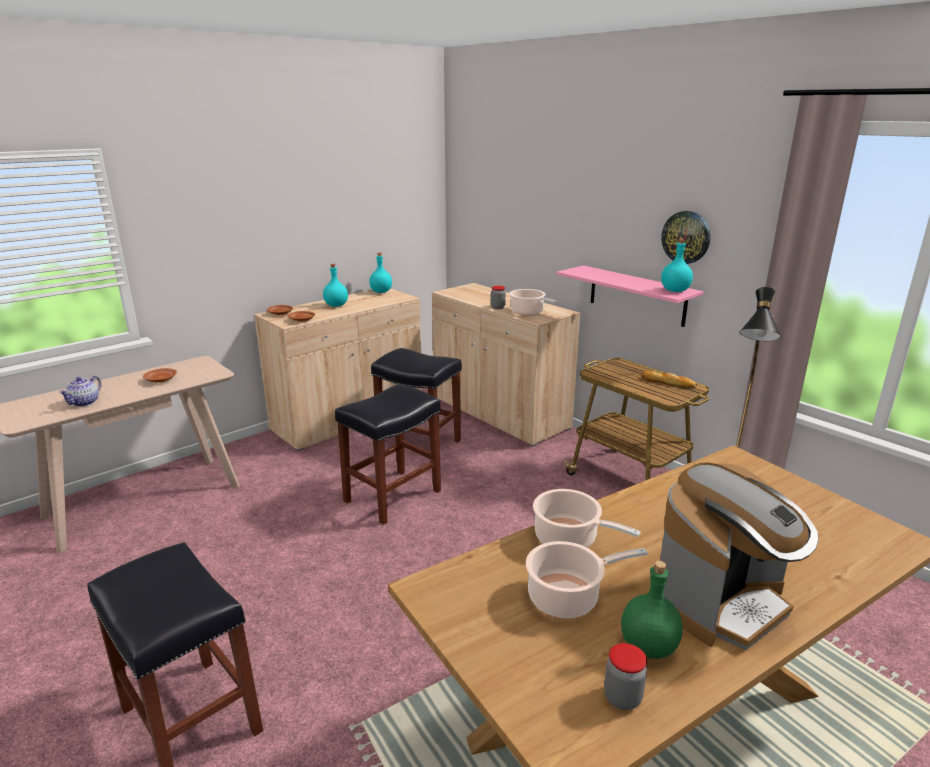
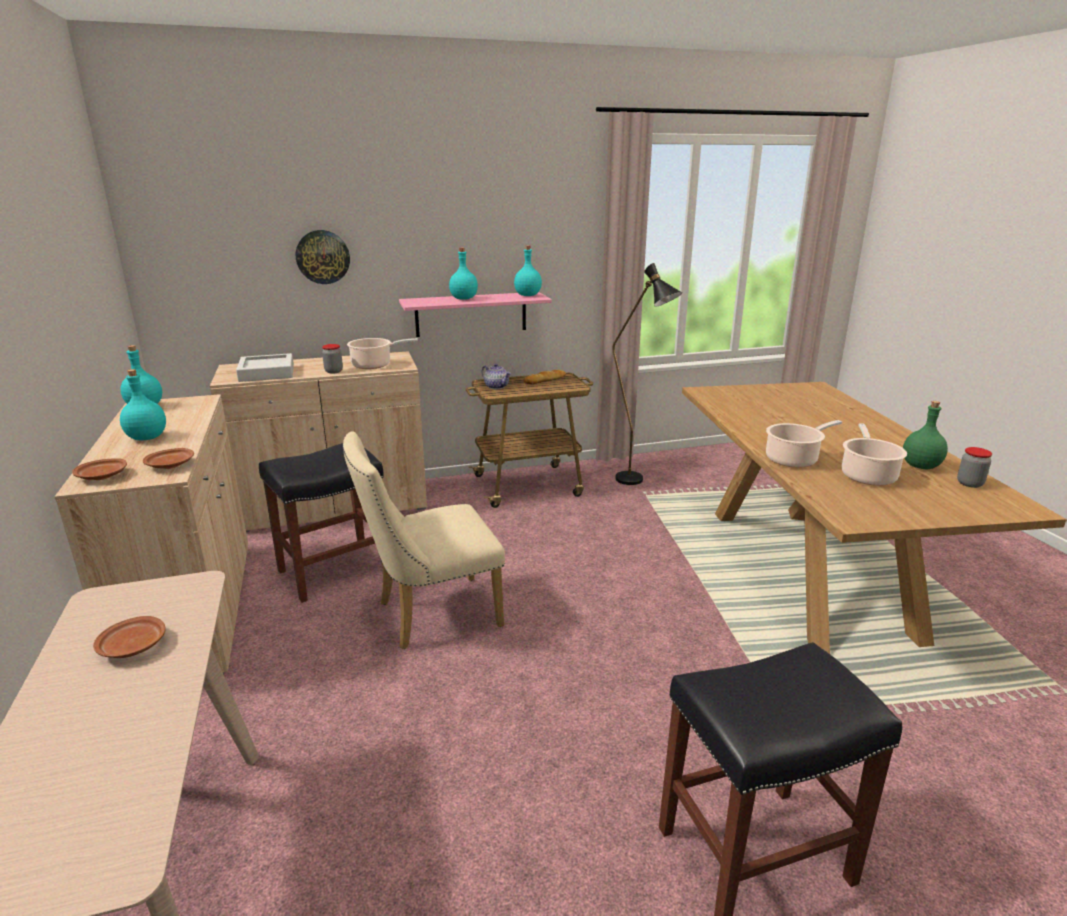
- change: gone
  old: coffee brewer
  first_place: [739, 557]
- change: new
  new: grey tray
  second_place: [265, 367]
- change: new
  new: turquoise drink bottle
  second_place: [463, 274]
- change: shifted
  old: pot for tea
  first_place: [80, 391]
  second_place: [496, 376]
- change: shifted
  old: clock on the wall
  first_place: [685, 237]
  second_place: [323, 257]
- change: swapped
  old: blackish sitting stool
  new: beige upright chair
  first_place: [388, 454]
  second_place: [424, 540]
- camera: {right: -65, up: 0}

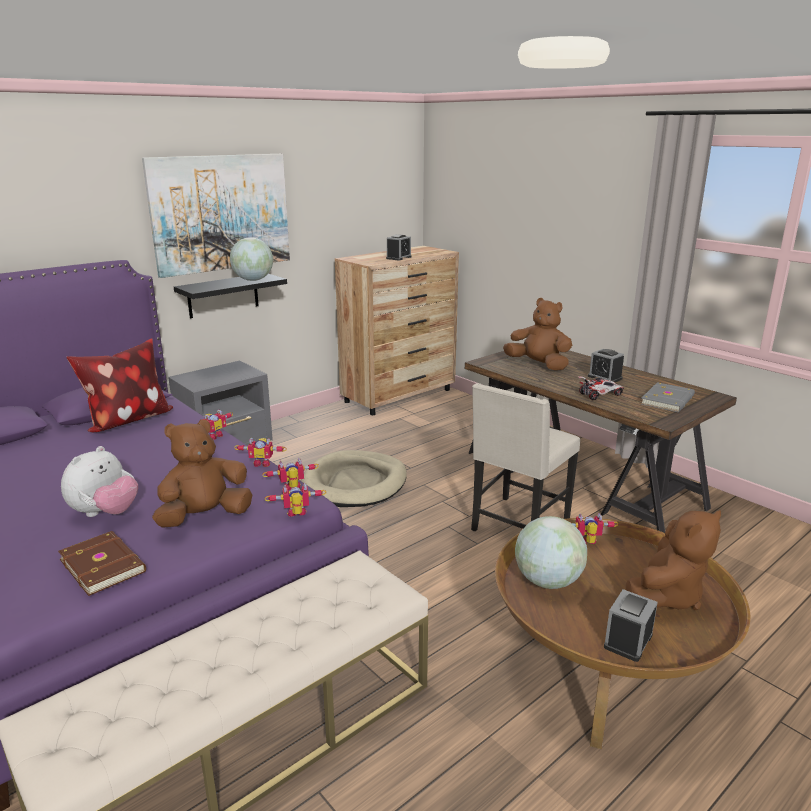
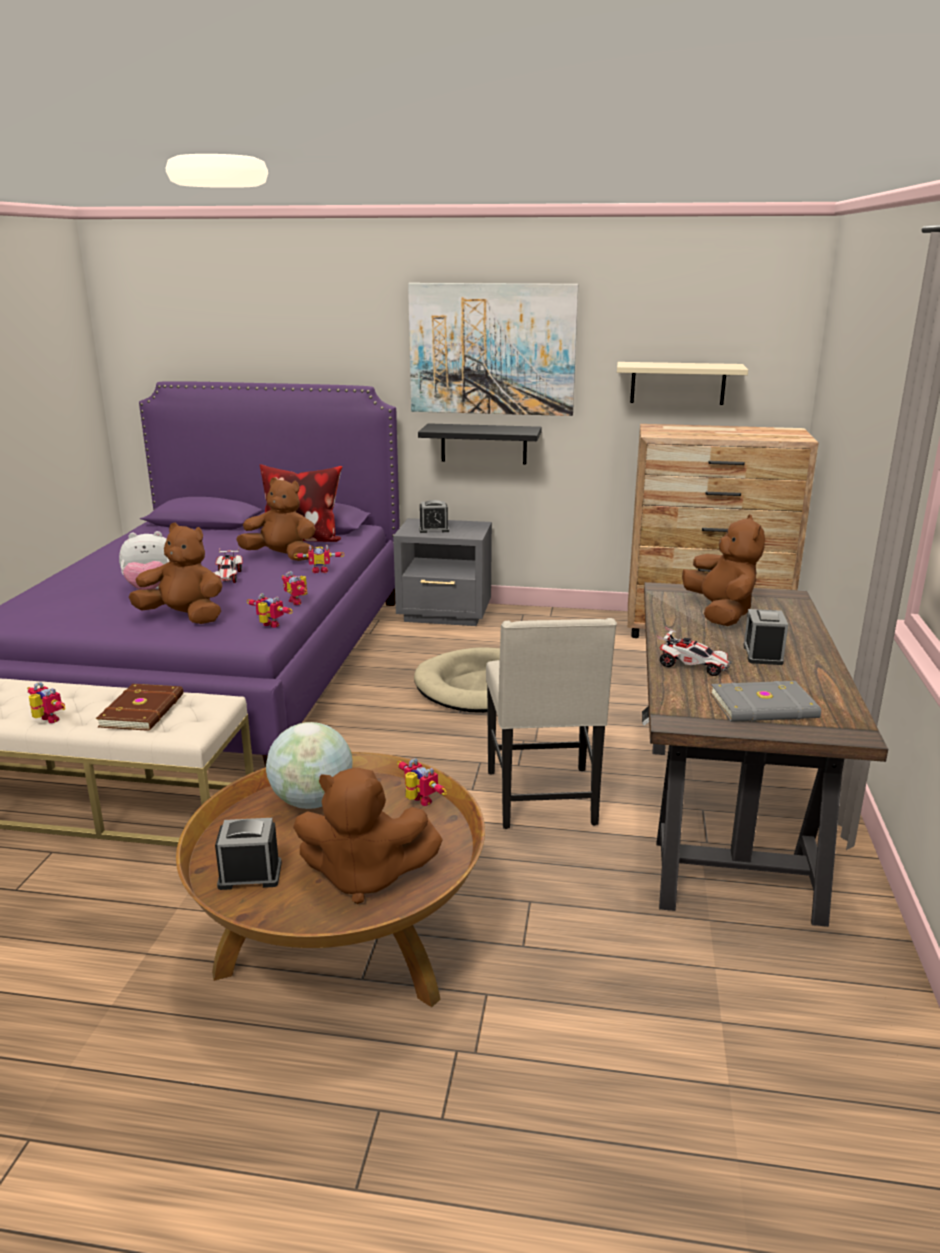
- change: gone
  old: world globe
  first_place: [251, 259]
- change: new
  new: toy car
  second_place: [228, 565]
- change: new
  new: brownish cuddly toy
  second_place: [276, 519]
- change: new
  new: beige wall shelf
  second_place: [682, 383]
- change: shifted
  old: brownish volume
  first_place: [102, 563]
  second_place: [139, 707]
- change: shifted
  old: toy robot
  first_place: [295, 500]
  second_place: [46, 702]
- change: shifted
  old: bedside clock
  first_place: [399, 247]
  second_place: [434, 516]
- change: rotated
  old: beige upright chair
  first_place: [525, 457]
  second_place: [551, 723]
  degrees: -90
- camera: {right: 50, up: 0}

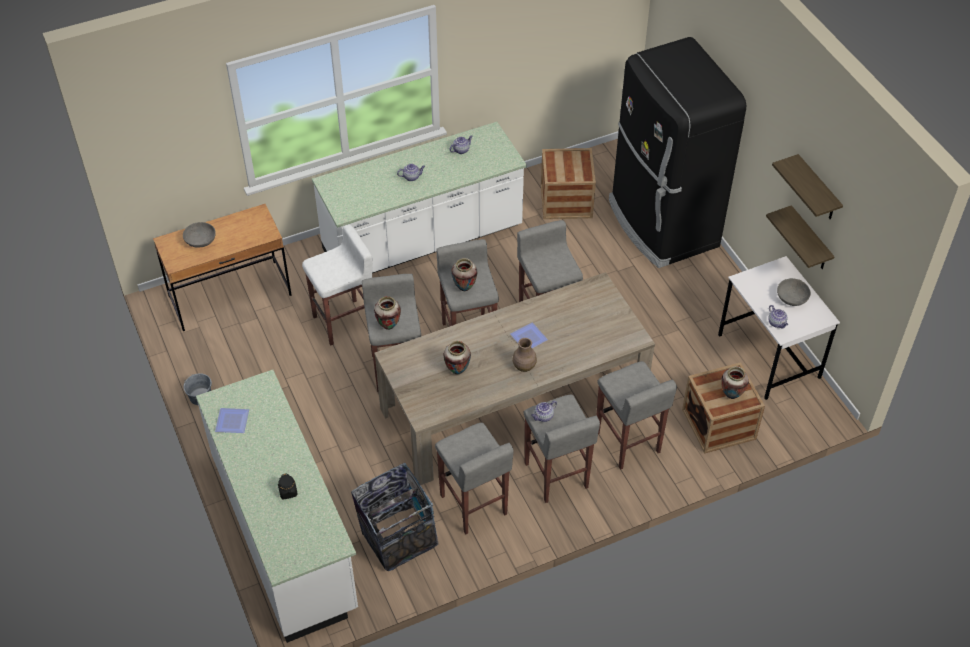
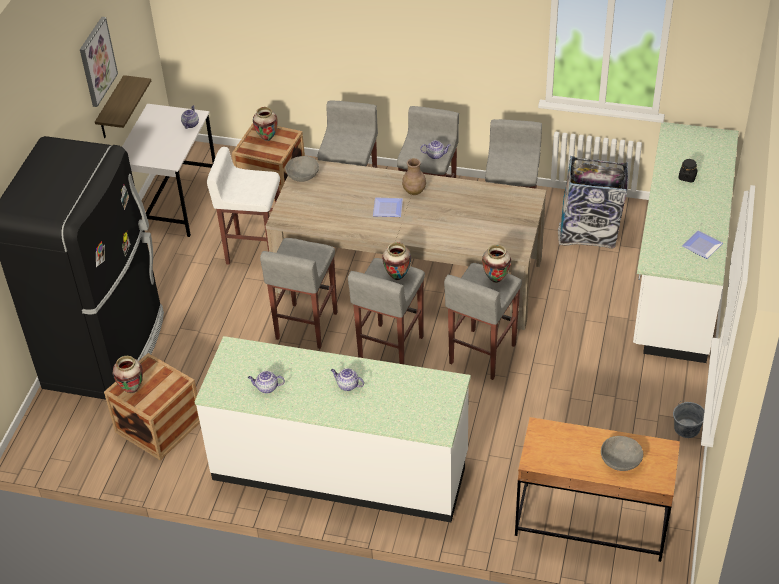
- change: shifted
  old: whitish sitting stool
  first_place: [337, 285]
  second_place: [243, 206]
- change: shifted
  old: flower vase
  first_place: [457, 357]
  second_place: [128, 374]
- change: shifted
  old: grey bowl
  first_place: [794, 292]
  second_place: [302, 169]
- change: swapped
  old: wall shelf
  new: wall art
  first_place: [807, 186]
  second_place: [99, 62]
- camera: {right: -140, up: -5}

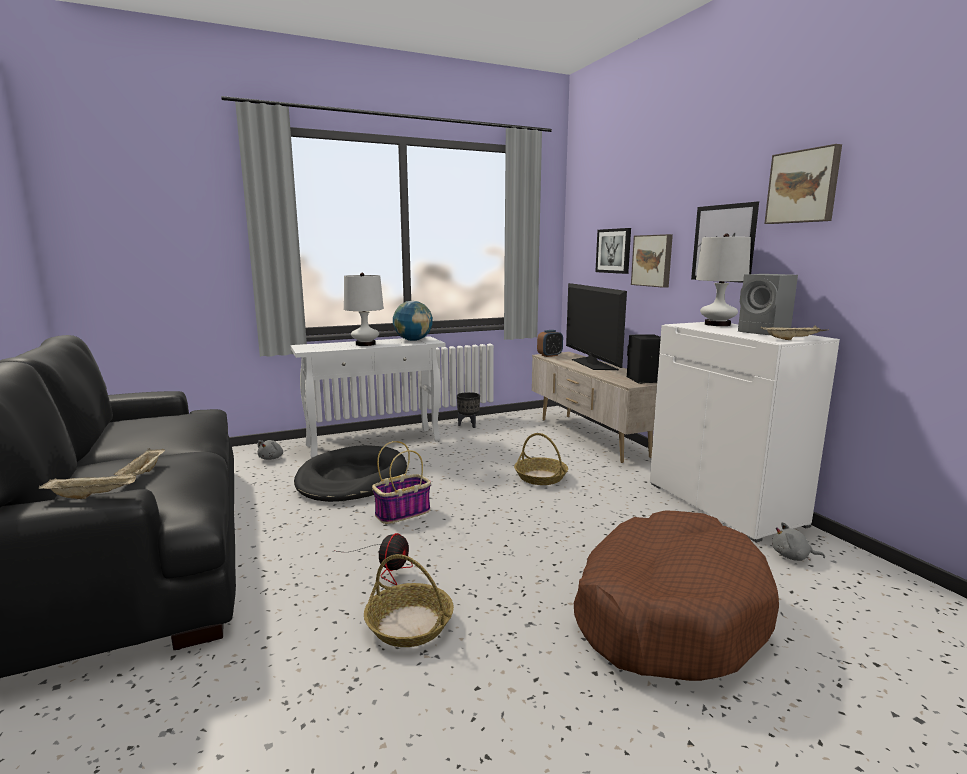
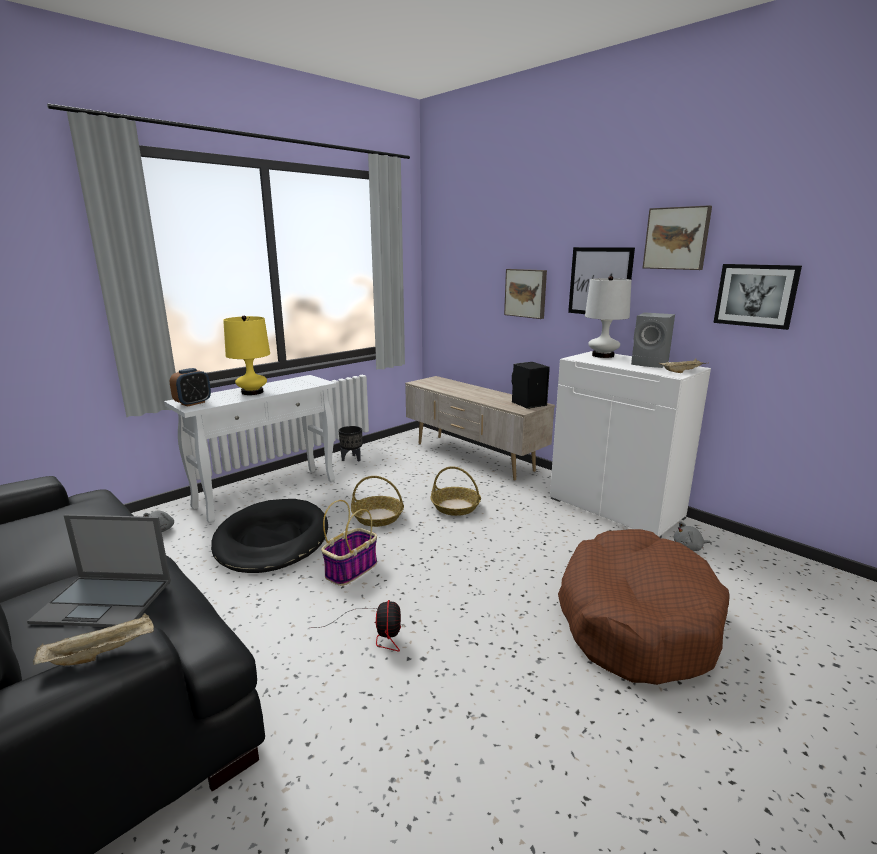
- change: gone
  old: world globe
  first_place: [413, 321]
- change: gone
  old: television
  first_place: [596, 326]
- change: shifted
  old: basket
  first_place: [409, 600]
  second_place: [377, 501]
- change: shifted
  old: bedside clock
  first_place: [550, 343]
  second_place: [190, 387]
- change: shifted
  old: wall art
  first_place: [613, 251]
  second_place: [757, 297]
- change: swapped
  old: beige tray
  new: laptop
  first_place: [139, 462]
  second_place: [99, 570]
- change: repainted
  old: whitish lamp for a table
  new: yellow lamp for a table
  first_place: [364, 309]
  second_place: [246, 355]
- camera: {right: -20, up: 5}

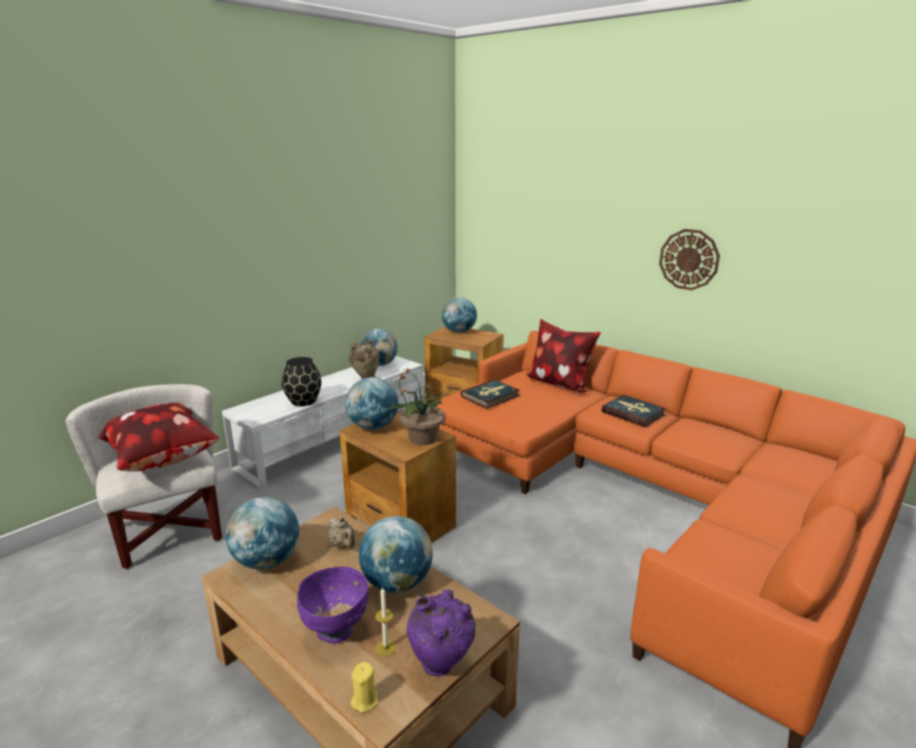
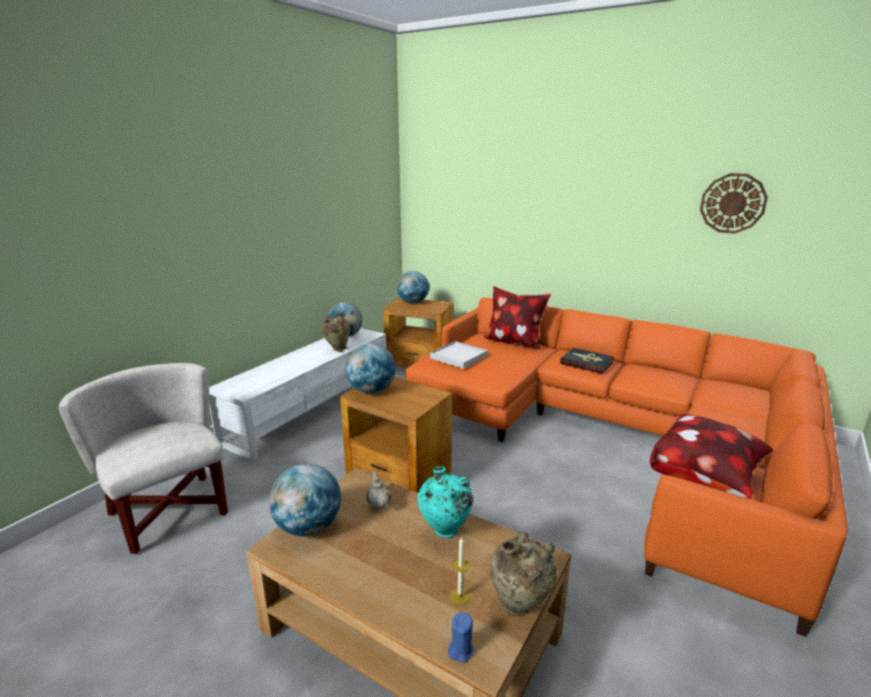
- change: gone
  old: blackish flower vase
  first_place: [301, 381]
- change: gone
  old: purplish bowl
  first_place: [332, 605]
- change: gone
  old: plant in a pot
  first_place: [419, 406]
- change: shifted
  old: throw pillow
  first_place: [158, 437]
  second_place: [712, 456]
- change: shifted
  old: clock on the wall
  first_place: [689, 259]
  second_place: [734, 203]
- change: swapped
  old: world globe
  new: turquoise flower vase
  first_place: [396, 554]
  second_place: [445, 502]
- change: swapped
  old: volume
  new: whitish tray
  first_place: [490, 393]
  second_place: [459, 355]
- change: repainted
  old: yellow candle
  new: bluish candle
  first_place: [364, 687]
  second_place: [461, 637]
- change: repainted
  old: purplish flower vase
  new: beige flower vase
  first_place: [441, 632]
  second_place: [524, 573]
- change: rotated
  old: beige pot for tea
  first_place: [341, 532]
  second_place: [379, 489]
  degrees: -150
- camera: {right: -10, up: 0}

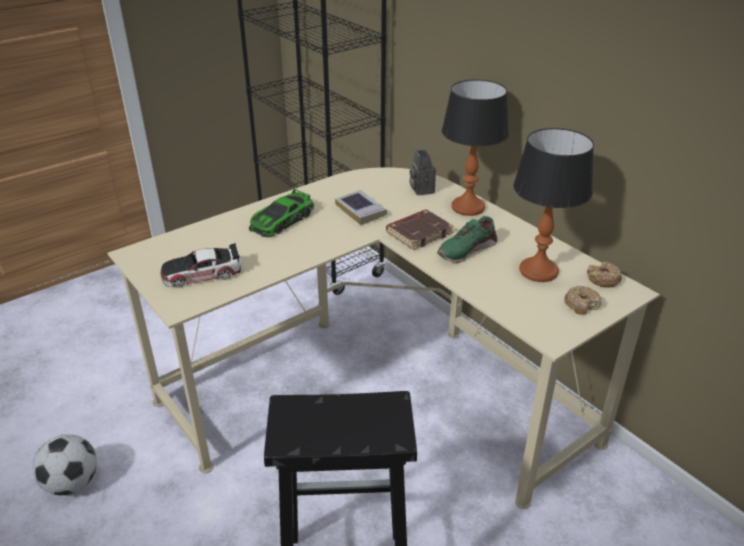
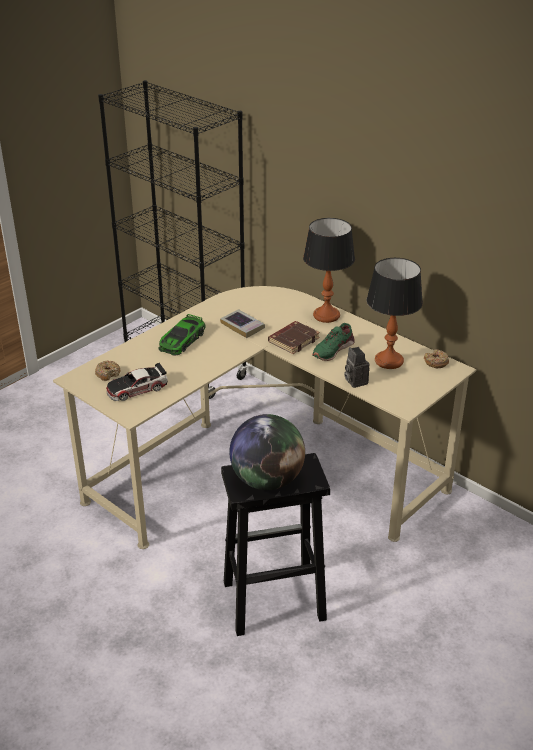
- change: gone
  old: football
  first_place: [65, 464]
- change: new
  new: world globe
  second_place: [267, 452]
- change: shifted
  old: still camera
  first_place: [422, 172]
  second_place: [356, 367]
- change: shifted
  old: ring doughnut
  first_place: [583, 300]
  second_place: [108, 370]
- camera: {right: -10, up: 0}

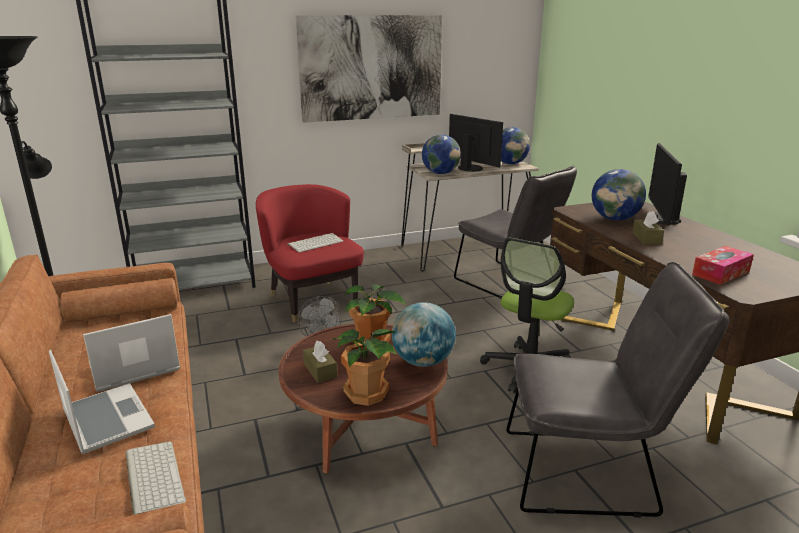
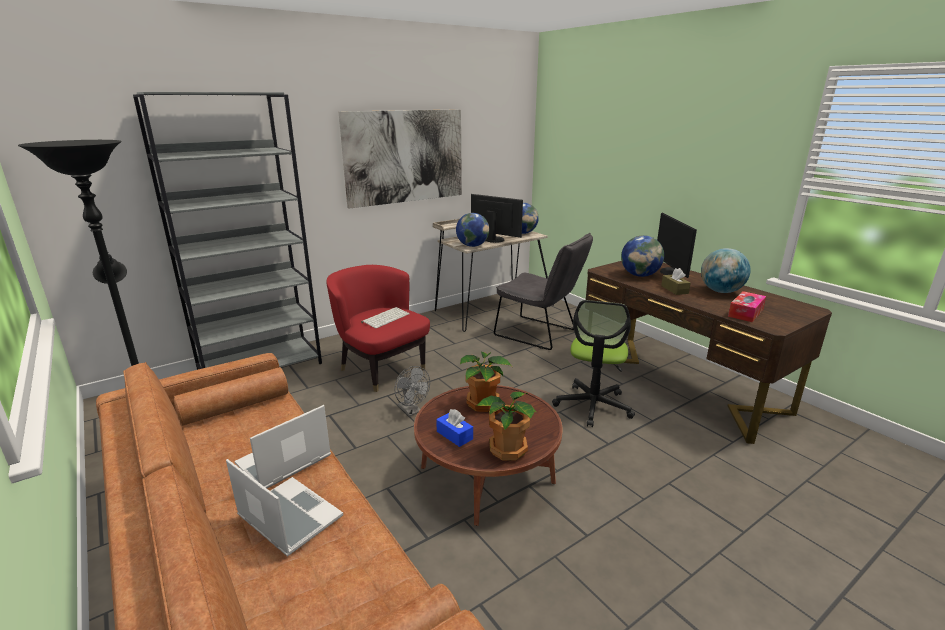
- change: gone
  old: PC keyboard
  first_place: [155, 478]
- change: gone
  old: grey upright chair
  first_place: [617, 389]
- change: shifted
  old: world globe
  first_place: [424, 334]
  second_place: [726, 270]
- change: repainted
  old: brownish tissue box
  new: bluish tissue box
  first_place: [320, 362]
  second_place: [454, 428]
- camera: {right: -15, up: 0}

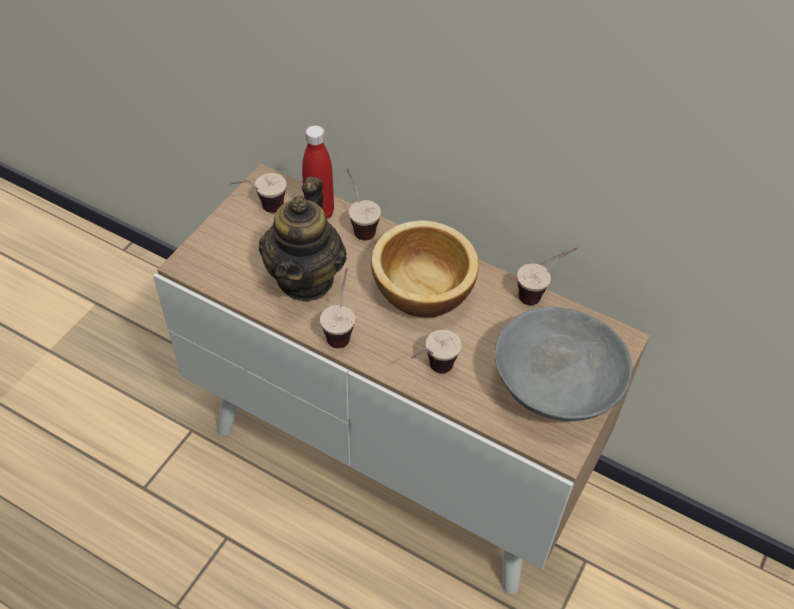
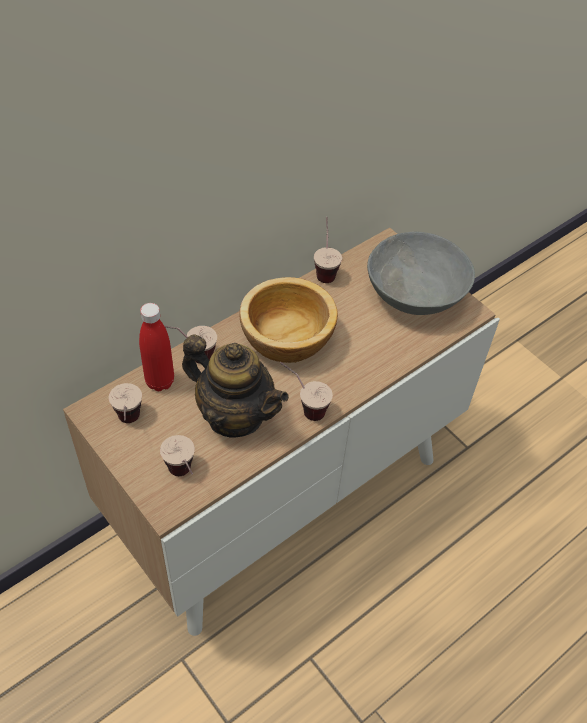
- change: shifted
  old: drinking cup
  first_place: [436, 351]
  second_place: [177, 455]
- camera: {right: -70, up: 0}

